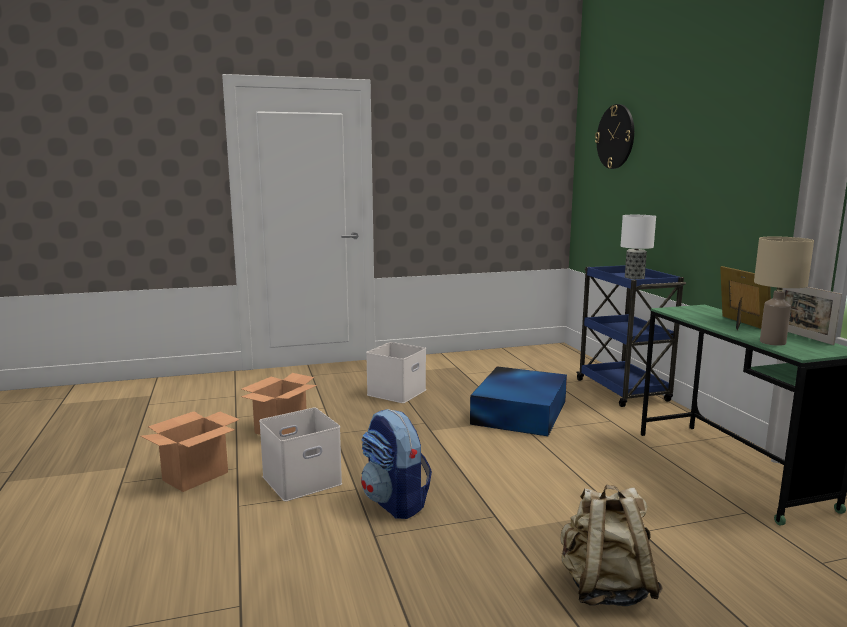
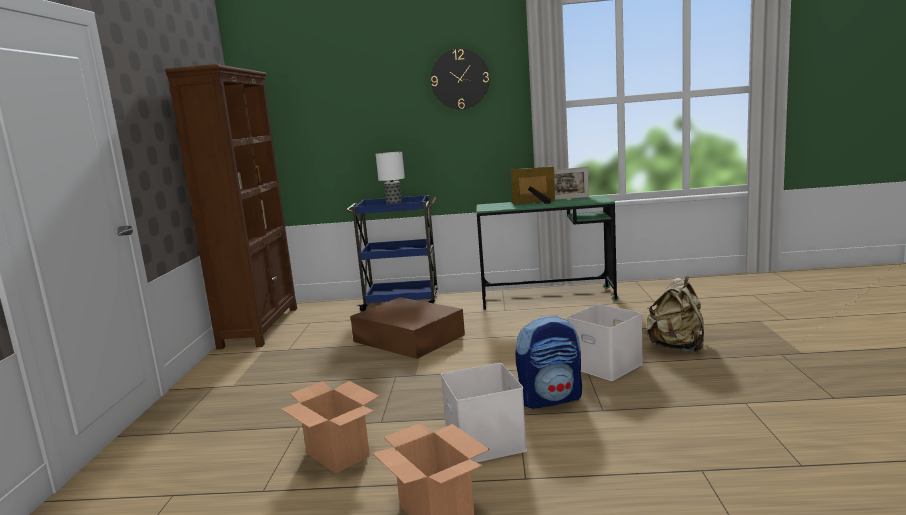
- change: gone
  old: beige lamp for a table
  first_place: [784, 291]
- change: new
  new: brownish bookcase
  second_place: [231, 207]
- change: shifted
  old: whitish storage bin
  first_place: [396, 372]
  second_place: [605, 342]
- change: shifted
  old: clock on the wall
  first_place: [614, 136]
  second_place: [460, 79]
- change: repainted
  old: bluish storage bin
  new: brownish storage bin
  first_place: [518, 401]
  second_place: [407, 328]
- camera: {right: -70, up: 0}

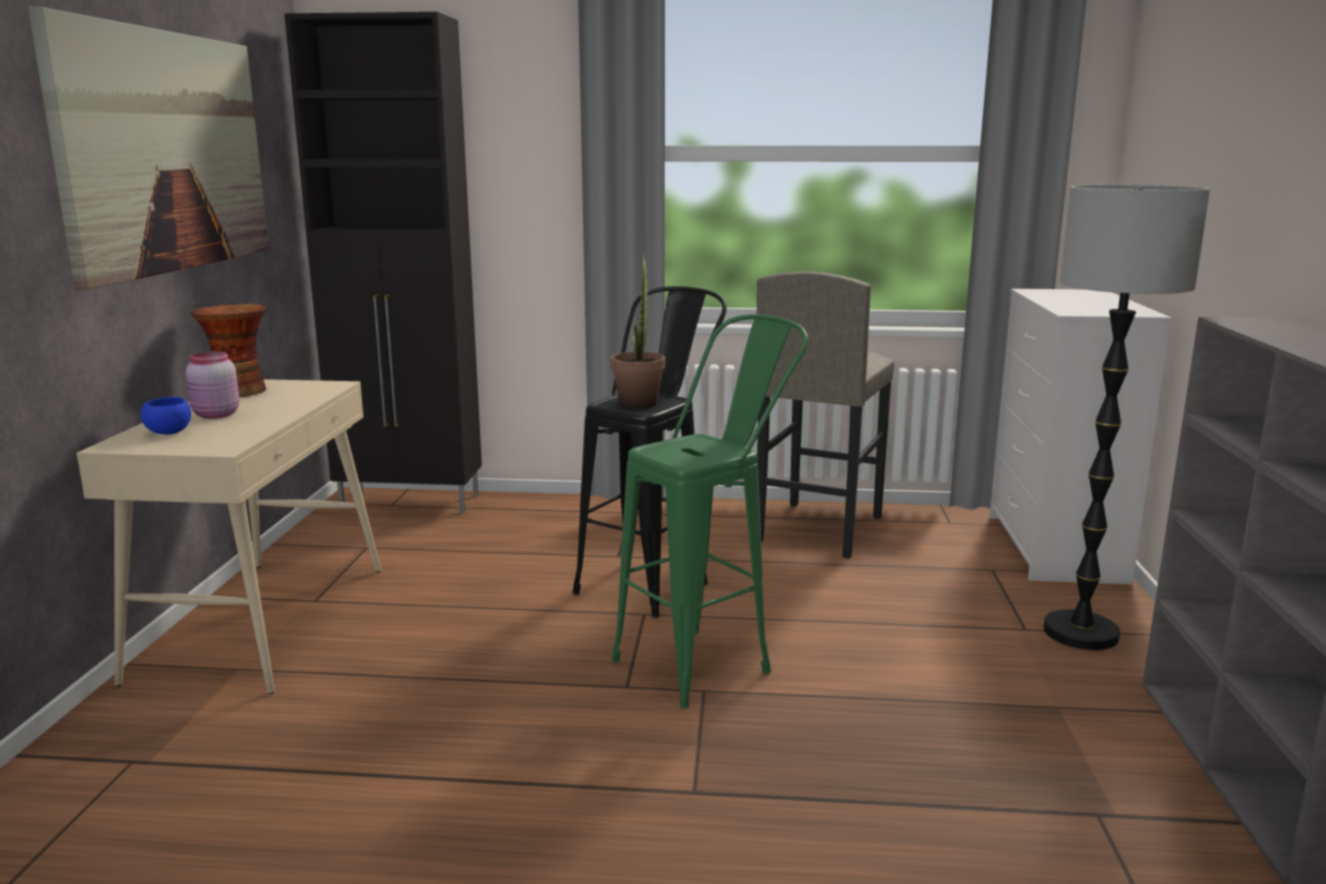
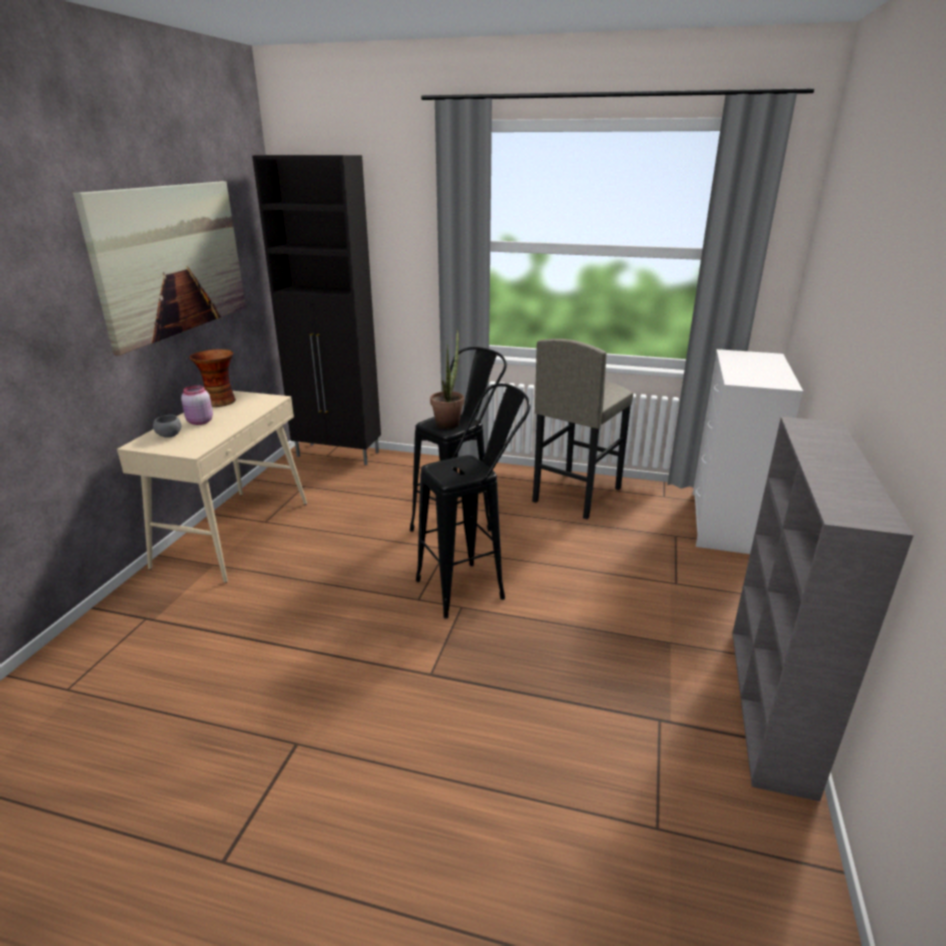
- change: gone
  old: standing lamp
  first_place: [1126, 417]
- change: repainted
  old: bluish bowl
  new: grey bowl
  first_place: [166, 416]
  second_place: [167, 426]
- change: repainted
  old: greenish sitting stool
  new: blackish sitting stool
  first_place: [709, 511]
  second_place: [473, 500]
- camera: {right: 10, up: 10}

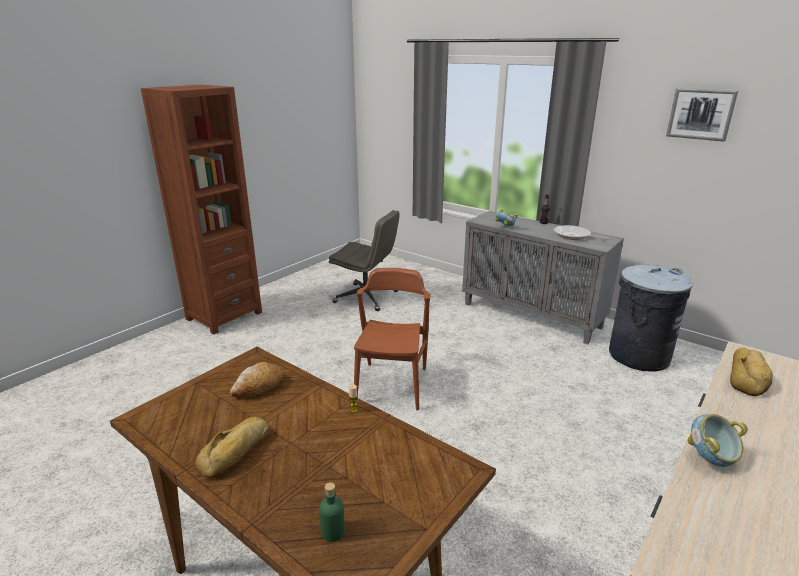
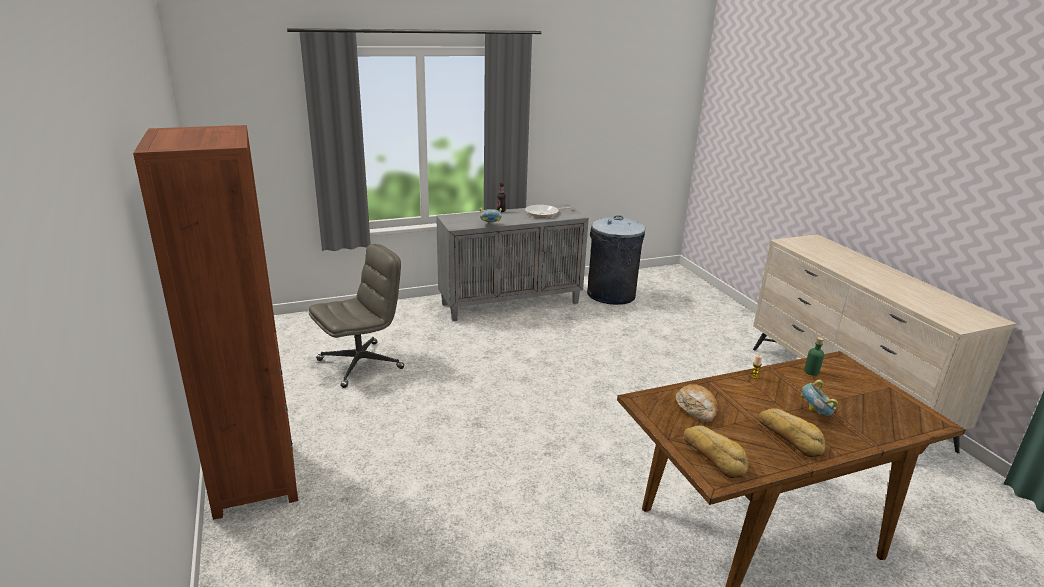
- change: gone
  old: brownish upright chair
  first_place: [392, 339]
- change: gone
  old: wall art
  first_place: [702, 115]
- change: shifted
  old: greenish drink bottle
  first_place: [332, 512]
  second_place: [814, 356]
- change: shifted
  old: bowl
  first_place: [717, 440]
  second_place: [819, 398]
- change: shifted
  old: baked bread
  first_place: [751, 372]
  second_place: [716, 451]
- camera: {right: -60, up: 0}

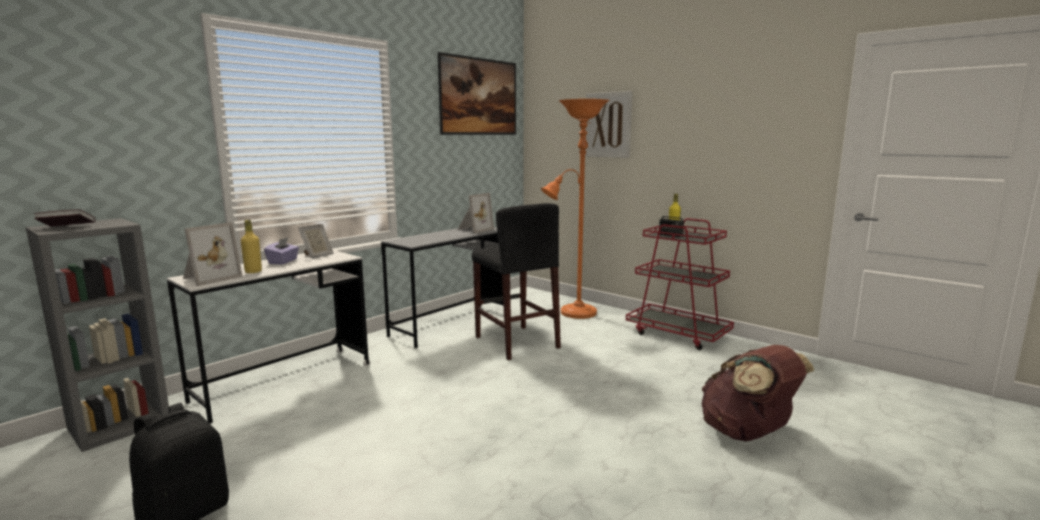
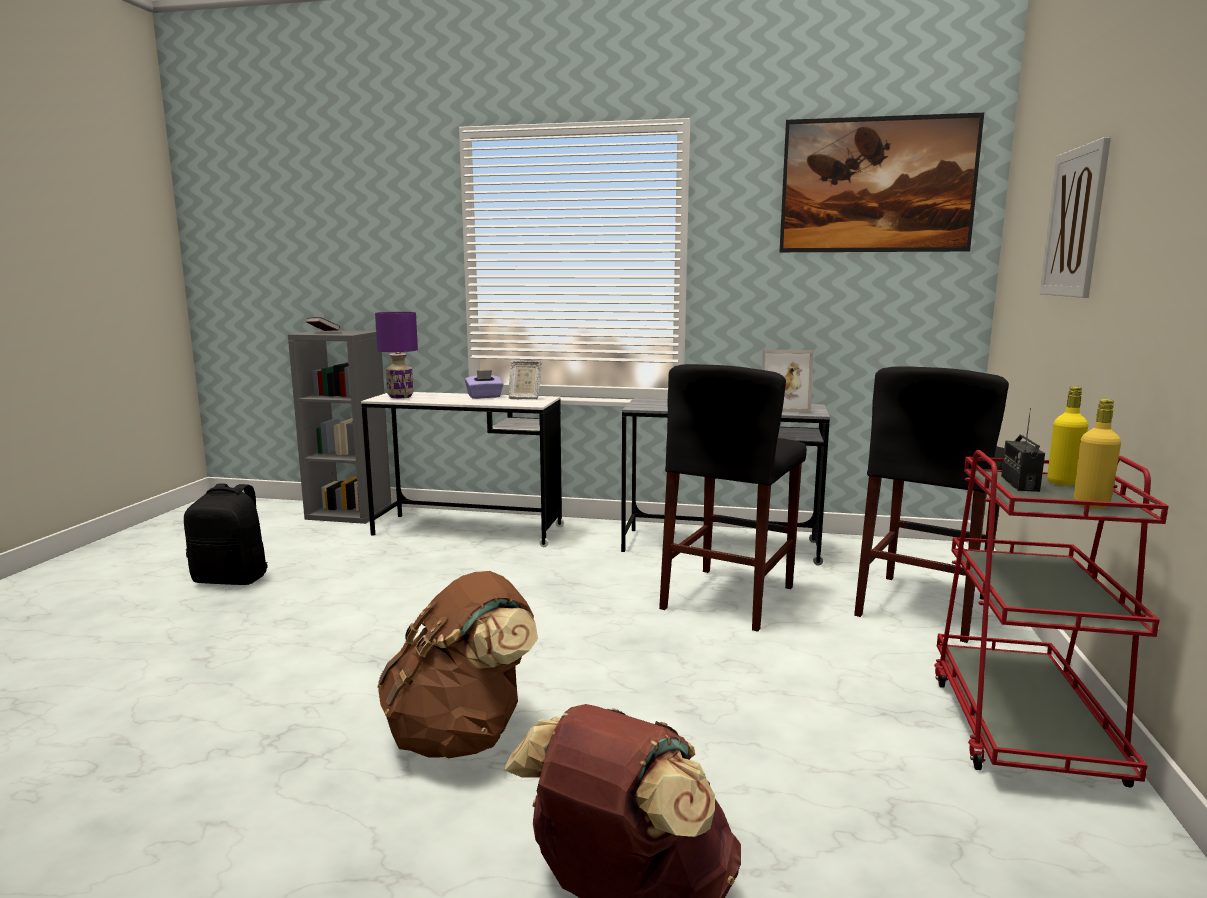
- change: new
  new: brownish knapsack
  second_place: [457, 664]
- change: shifted
  old: yellow drink bottle
  first_place: [251, 246]
  second_place: [1097, 454]
- change: swapped
  old: standing frame
  new: purplish lamp for a table
  first_place: [213, 254]
  second_place: [396, 355]
- change: swapped
  old: orange-coloured standing lamp
  new: blackish sitting stool
  first_place: [575, 209]
  second_place: [931, 504]
- camera: {right: 60, up: 0}

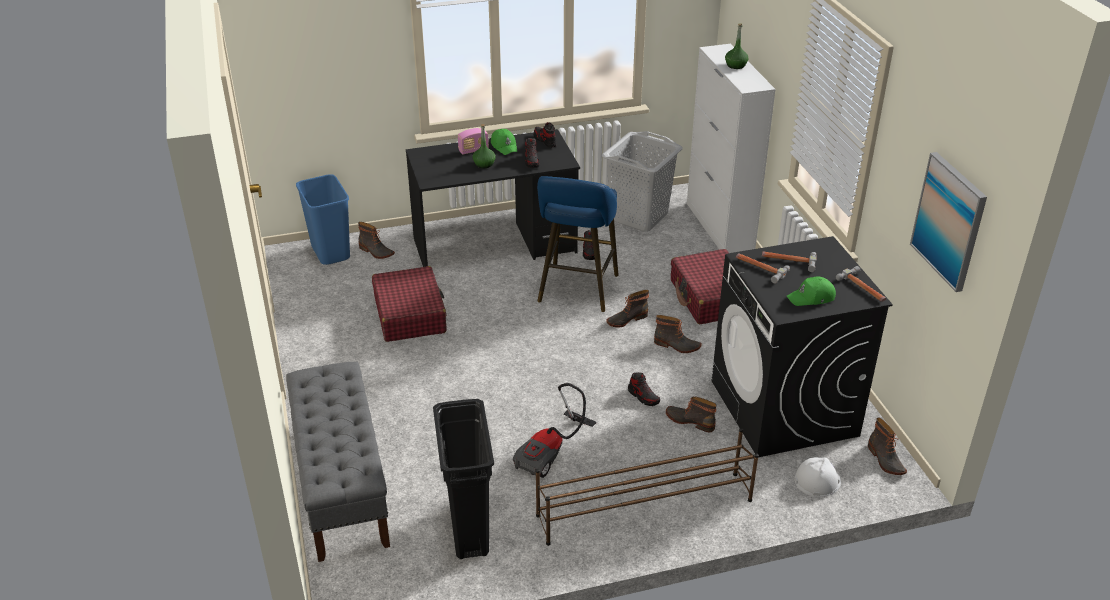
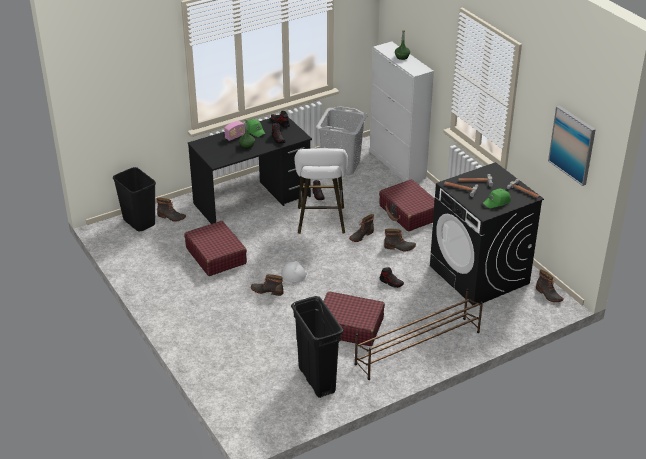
- change: gone
  old: grey long seat
  first_place: [338, 462]
- change: shifted
  old: tall boot
  first_place: [691, 414]
  second_place: [267, 285]
- change: shifted
  old: whitish hard hat
  first_place: [818, 477]
  second_place: [294, 272]
- change: swapped
  old: vacuum cleaner
  new: red-coloured suitcase
  first_place: [554, 430]
  second_place: [354, 318]
- change: repainted
  old: bluish trash can
  new: blackish trash can
  first_place: [323, 219]
  second_place: [134, 199]
- change: repainted
  old: bluish sitting stool
  new: whitish sitting stool
  first_place: [578, 244]
  second_place: [321, 191]
- camera: {right: -15, up: 0}

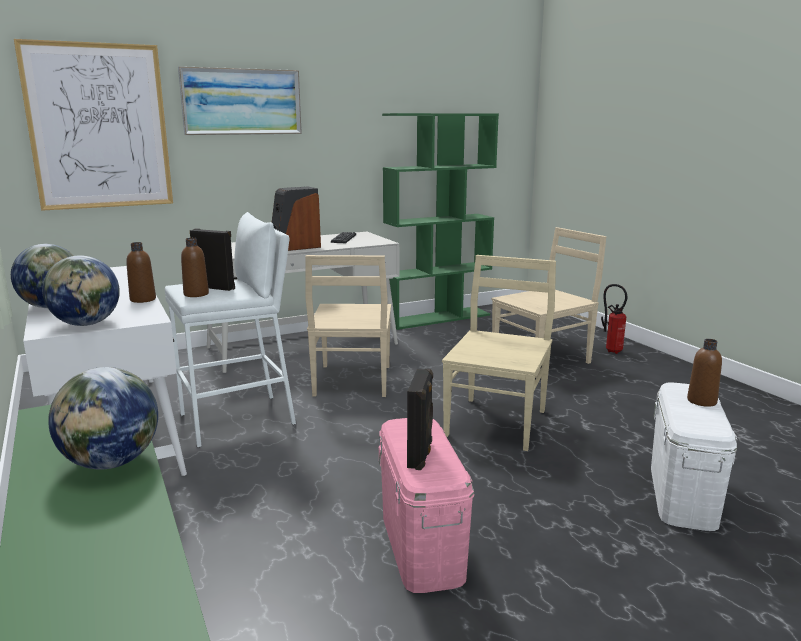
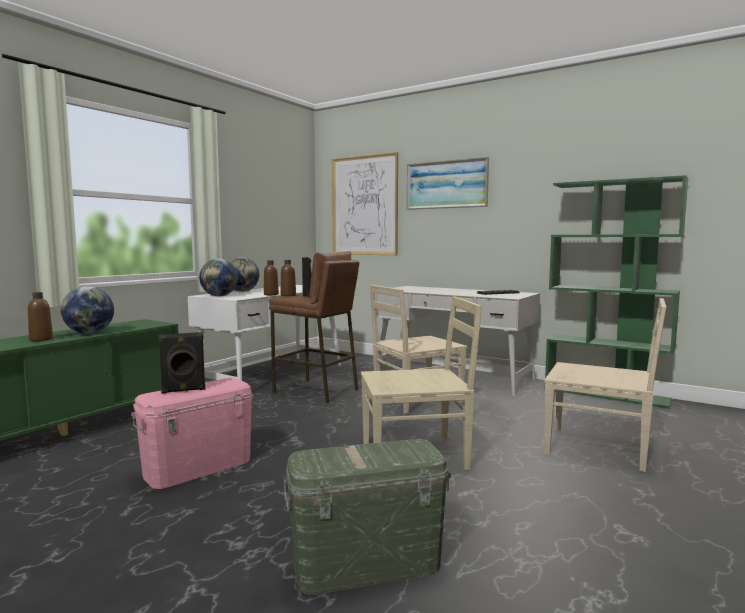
- change: gone
  old: speaker
  first_place: [296, 219]
- change: gone
  old: extinguisher
  first_place: [614, 319]
- change: shifted
  old: brownish drink bottle
  first_place: [704, 373]
  second_place: [40, 316]
- change: repainted
  old: whitish sitting stool
  new: brownish sitting stool
  first_place: [230, 330]
  second_place: [314, 327]
- change: repainted
  old: whitish storage bin
  new: greenish storage bin
  first_place: [694, 457]
  second_place: [366, 517]
- camera: {right: 60, up: -10}

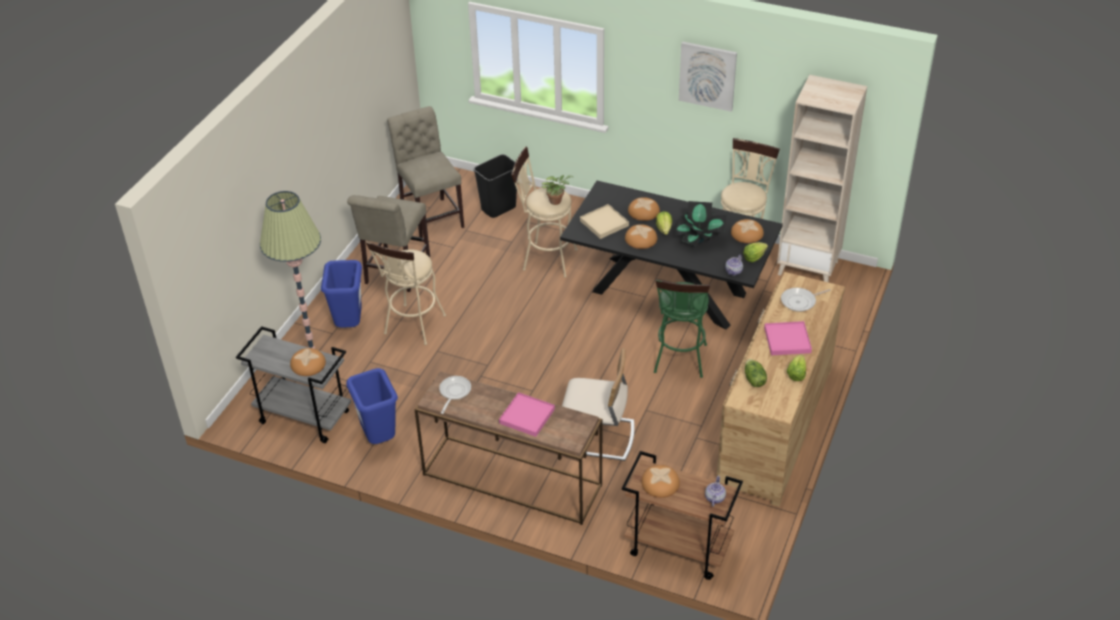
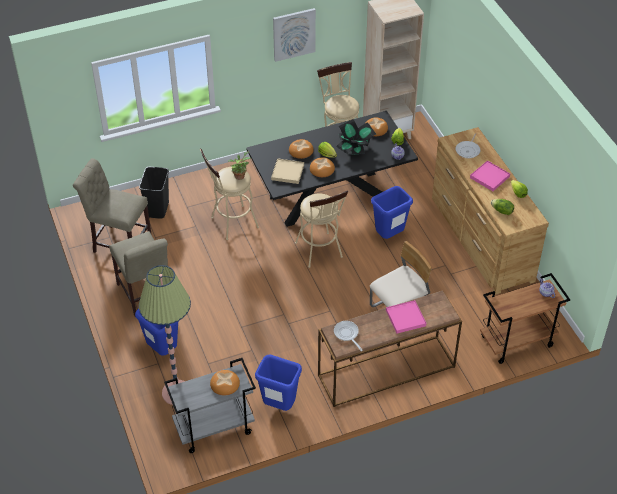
- change: gone
  old: baked bread
  first_place: [660, 481]
- change: shifted
  old: beige sitting stool
  first_place: [406, 293]
  second_place: [321, 229]
- change: swapped
  old: greenish sitting stool
  new: bluish trash can
  first_place: [682, 328]
  second_place: [392, 212]
- camera: {right: -45, up: 5}

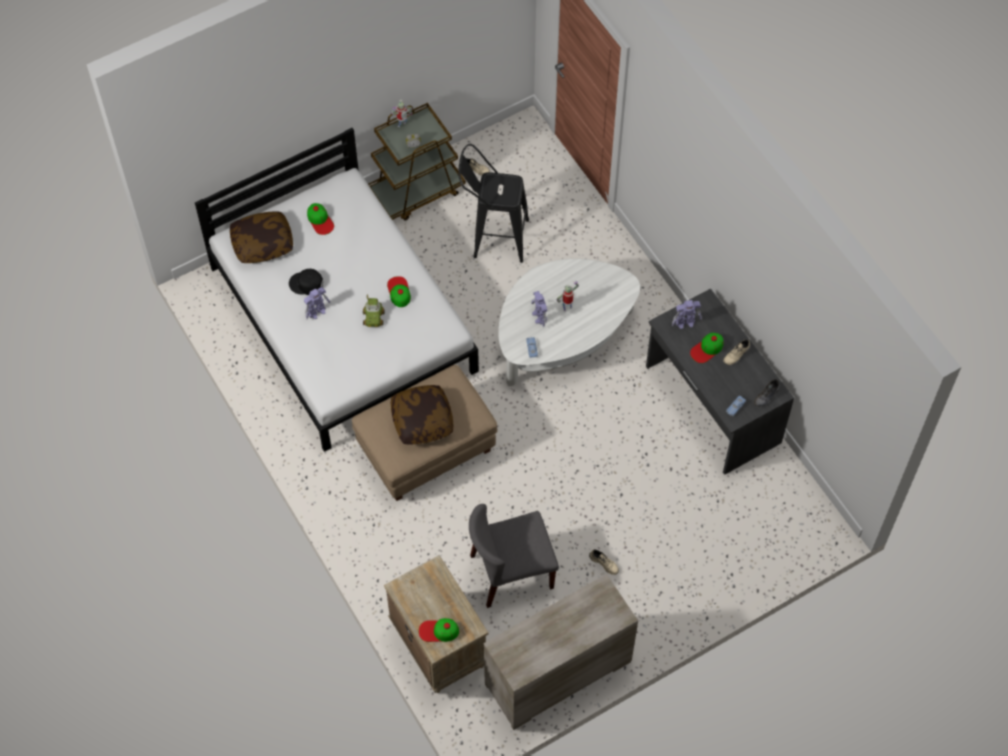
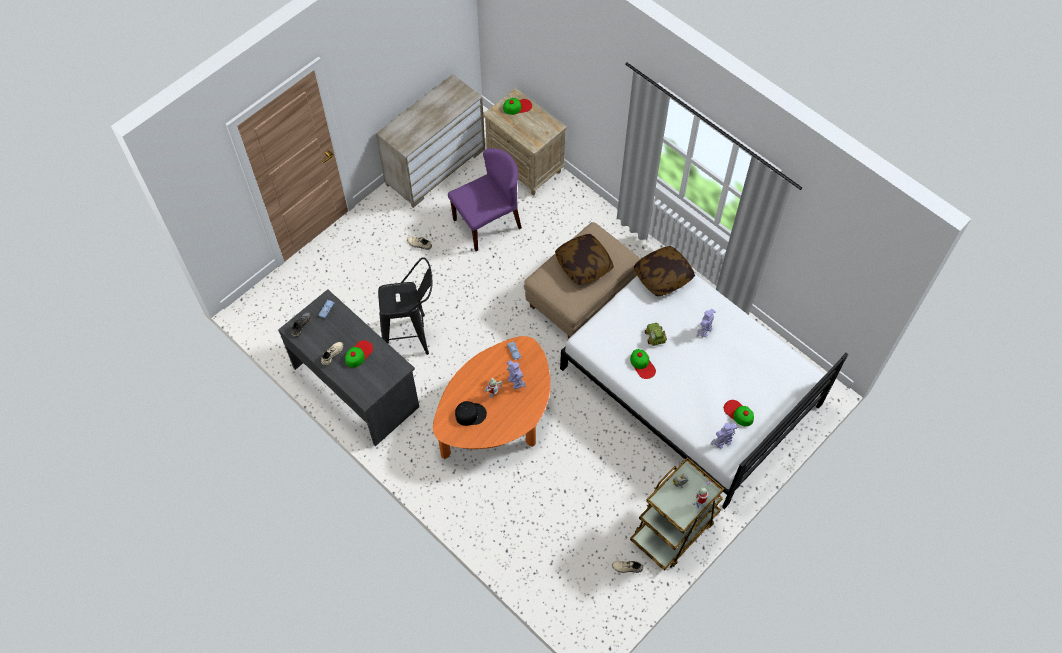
- change: shifted
  old: throw pillow
  first_place: [261, 237]
  second_place: [664, 271]
- change: shifted
  old: blackish baseball cap
  first_place: [306, 282]
  second_place: [471, 413]
- change: shifted
  old: blackish sitting stool
  first_place: [493, 203]
  second_place: [405, 306]
- change: shifted
  old: toy robot
  first_place: [687, 314]
  second_place: [723, 436]
- change: repainted
  old: grey upright chair
  new: purplish upright chair
  first_place: [514, 556]
  second_place: [485, 199]
- change: repainted
  old: whitish lounge table
  new: orange-coloured lounge table
  first_place: [569, 322]
  second_place: [492, 397]
- camera: {right: 165, up: 0}

